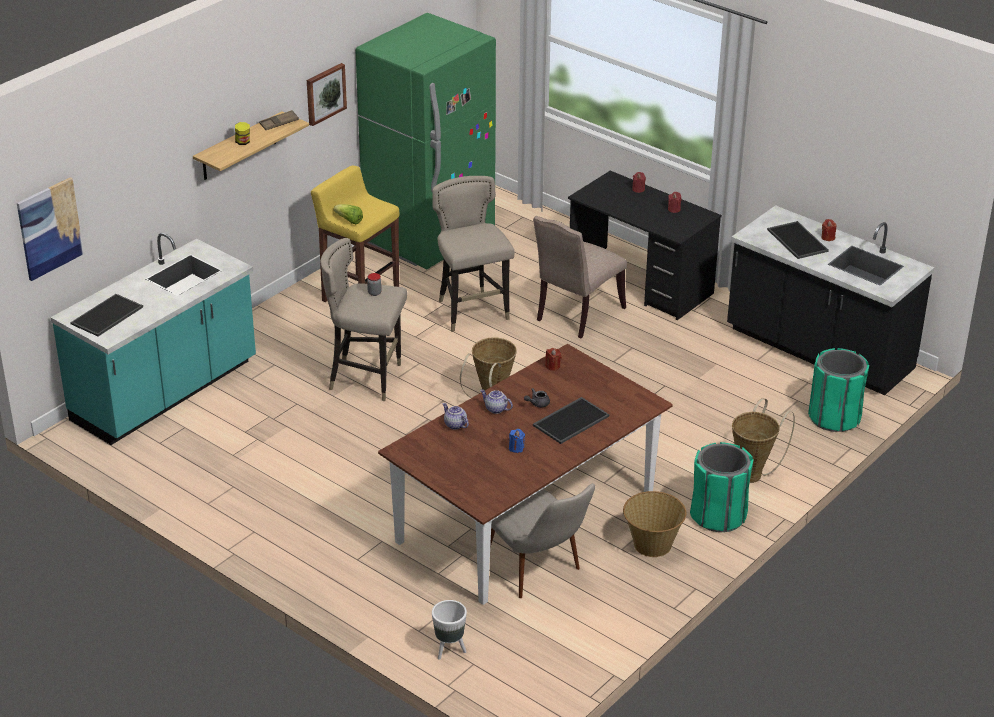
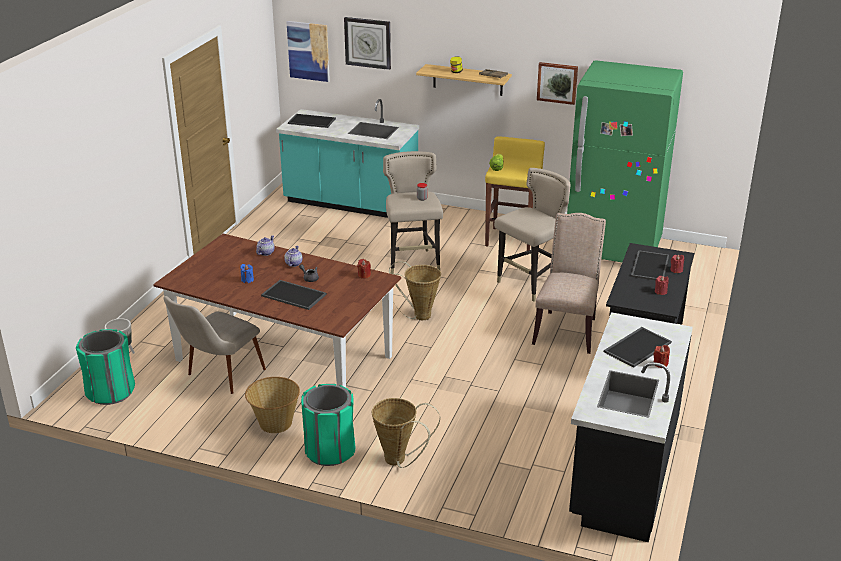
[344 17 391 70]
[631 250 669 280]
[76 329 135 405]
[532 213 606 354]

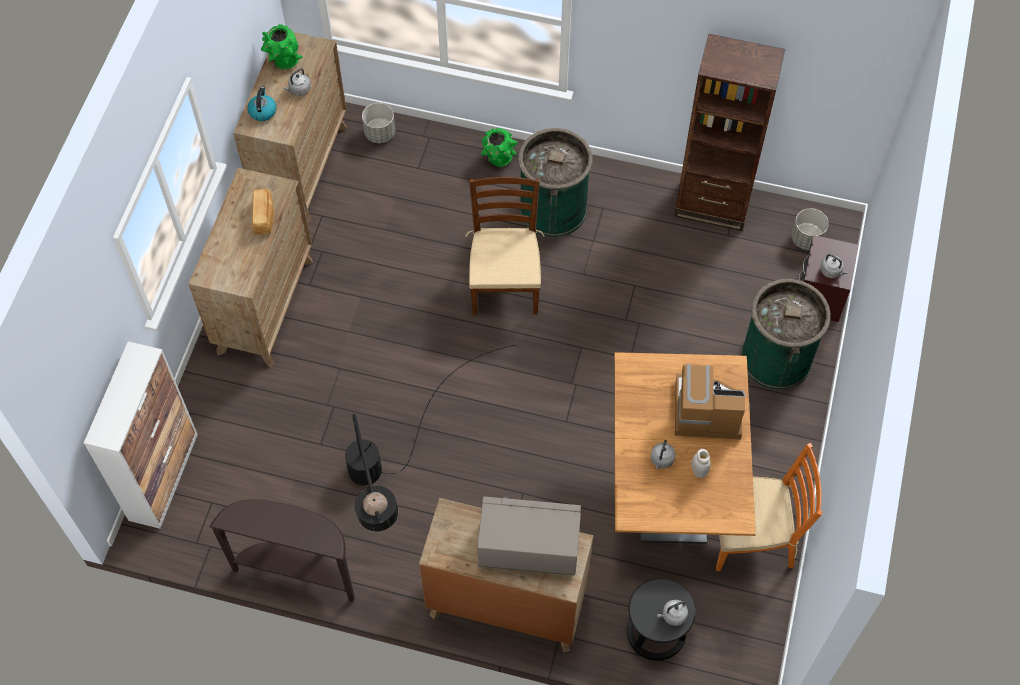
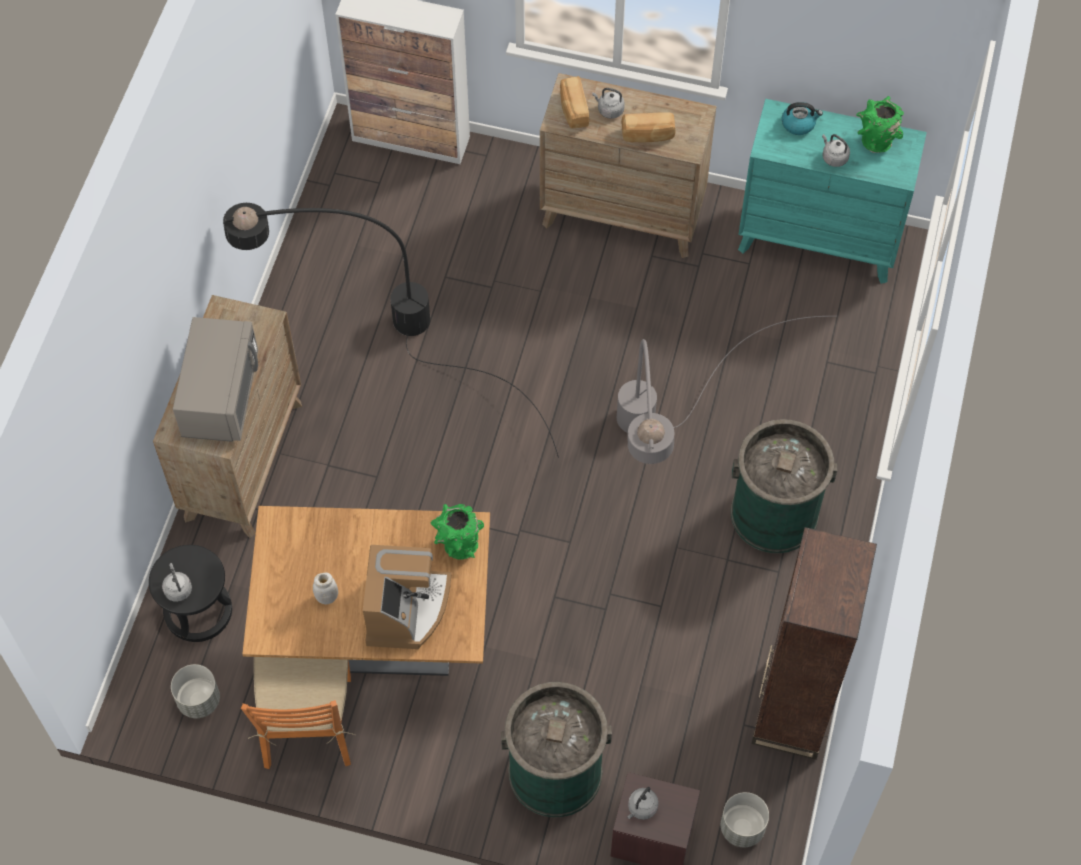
[209 499 355 602] (first image)
[560 76 589 128]
[171 664 220 718]
[431 504 484 560]
[592 88 625 119]
[617 316 837 464]
[738 99 927 284]

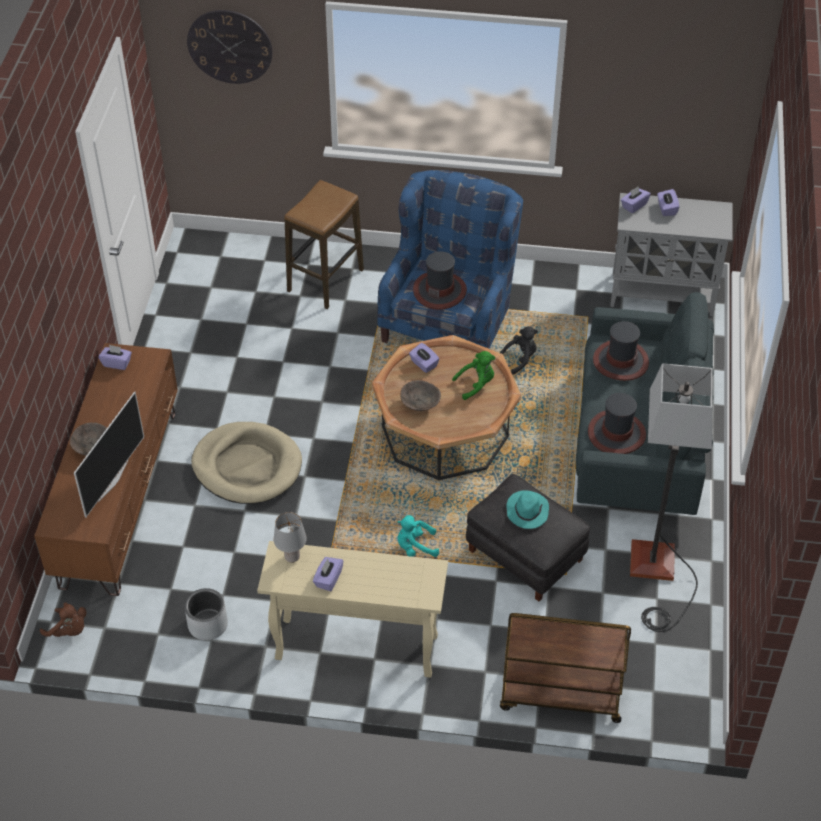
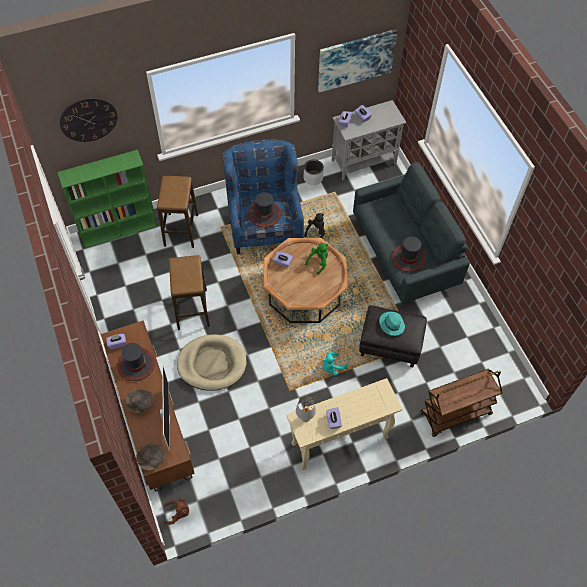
[630 363 713 632] (first image)
[58 150 157 248]
[169 255 210 330]
[318 29 397 93]
[304 159 324 185]
[136 444 165 470]
[117 343 155 381]

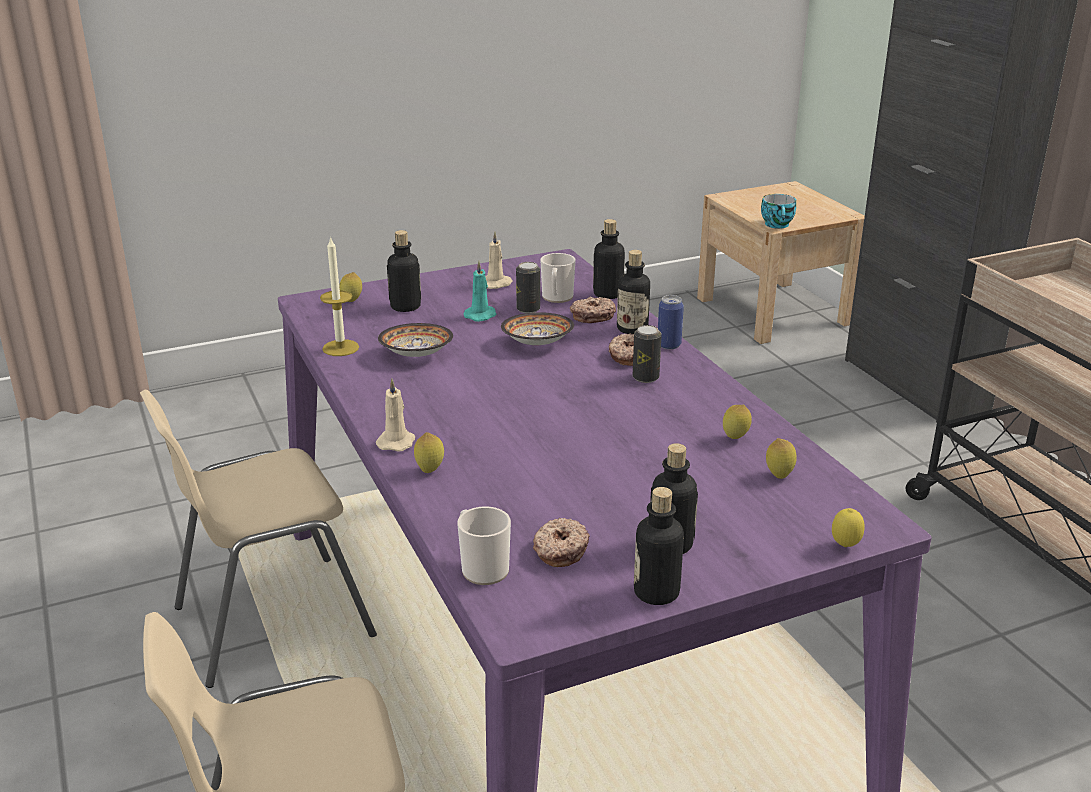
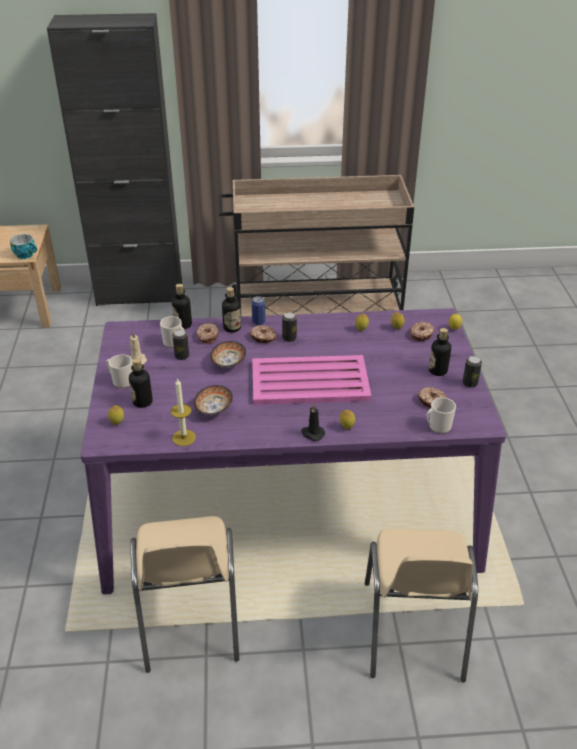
[463 261 496 322] (first image)
[106 354 132 388]
[252 355 371 405]
[410 322 434 341]
[463 356 482 388]
[301 403 325 441]

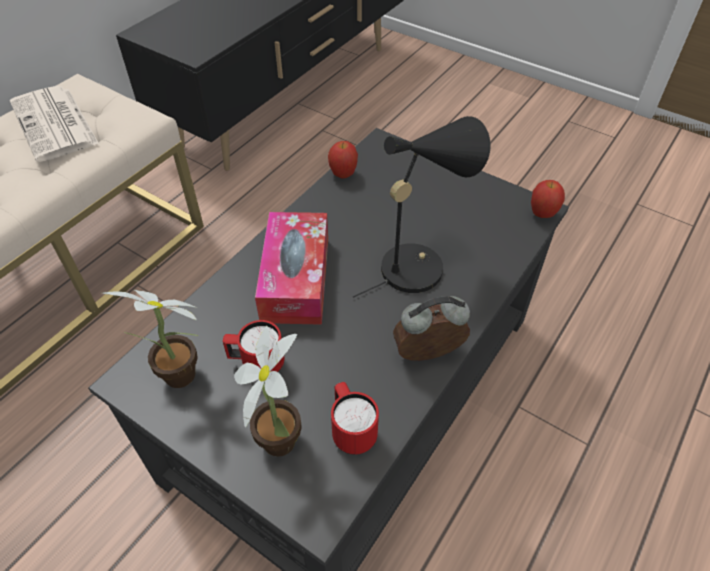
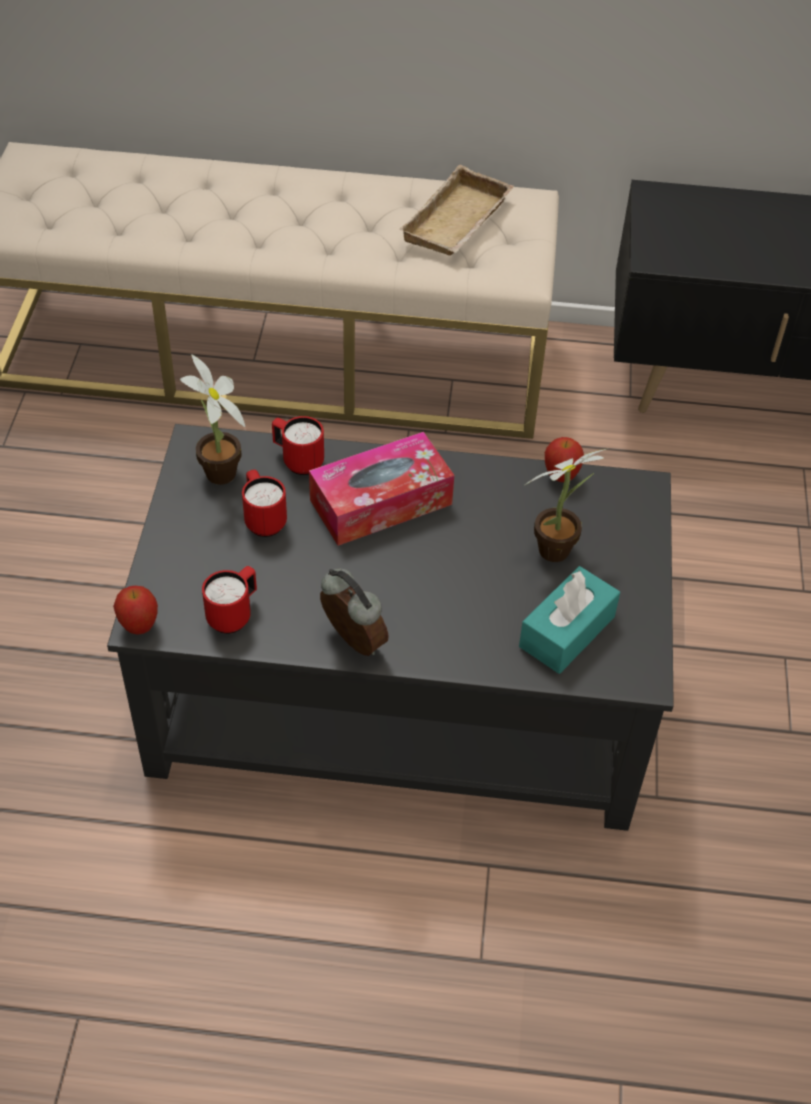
[353 116 490 298] (first image)
[272 416 324 475]
[519 566 620 674]
[525 449 606 562]
[113 586 158 635]
[399 165 514 256]

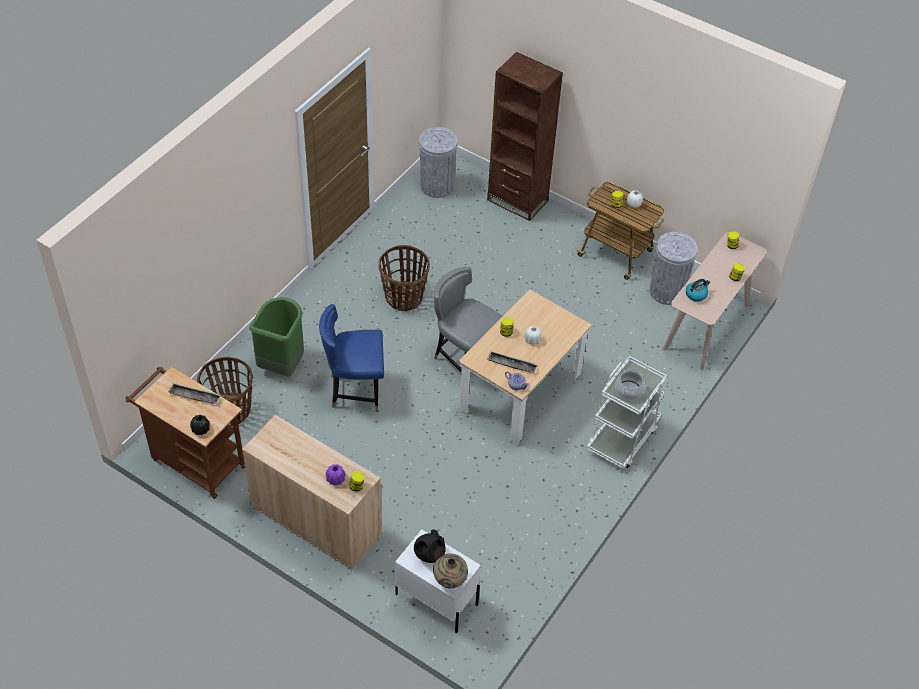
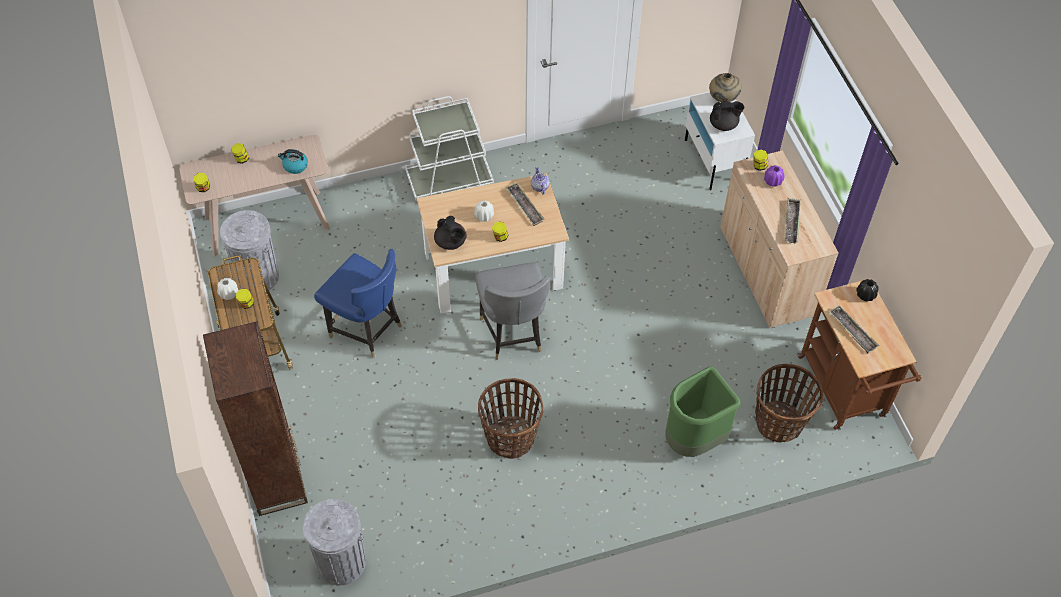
[615 369 645 400] (first image)
[434 216 467 250]
[785 198 801 243]
[314 249 402 358]

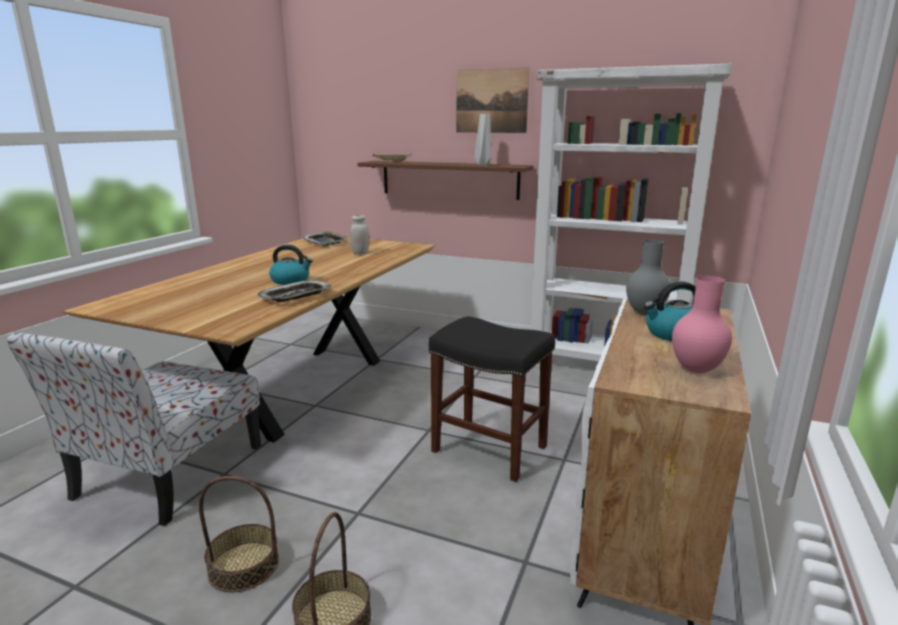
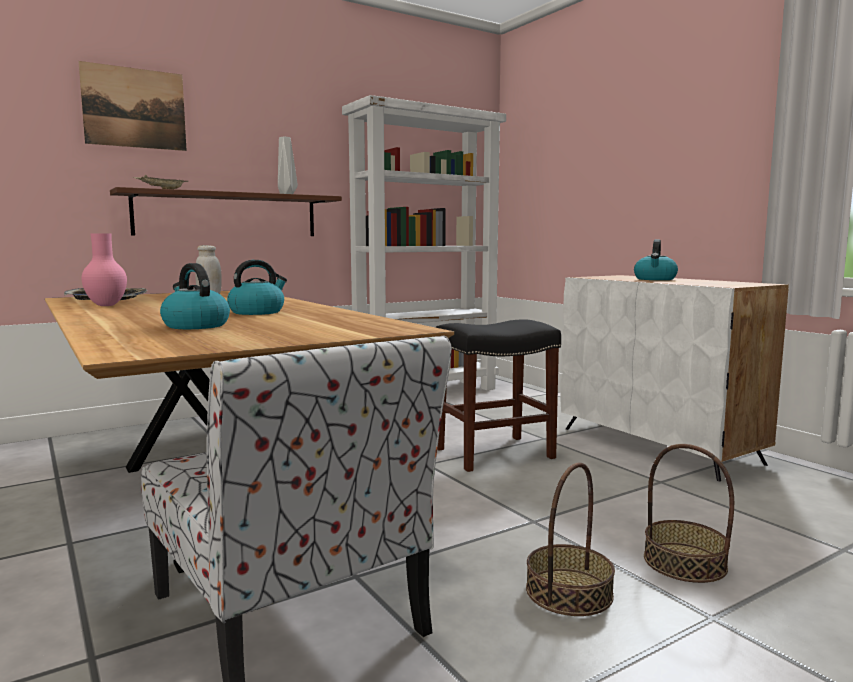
[257 280 332 302] (first image)
[626 240 670 315] (first image)
[160 263 230 329]
[78 61 187 151]
[81 233 127 306]

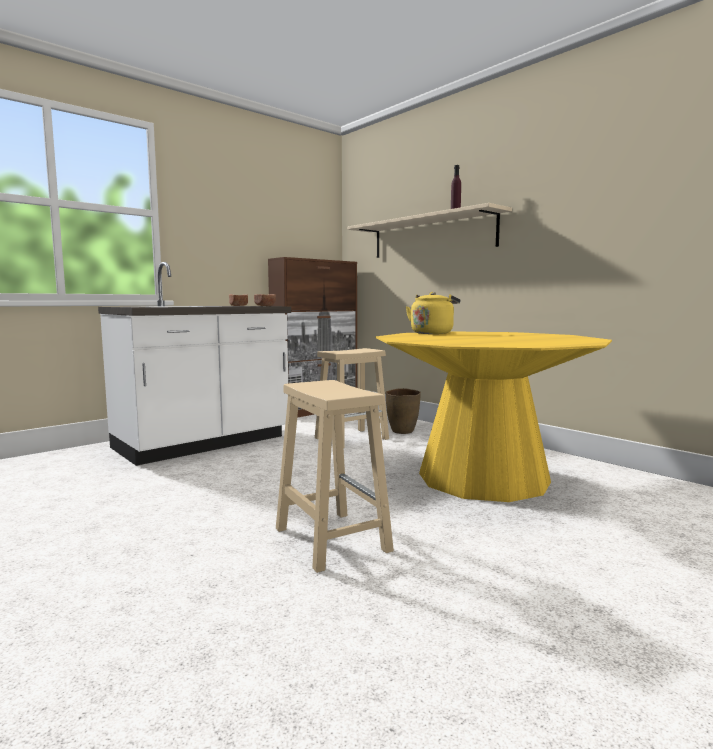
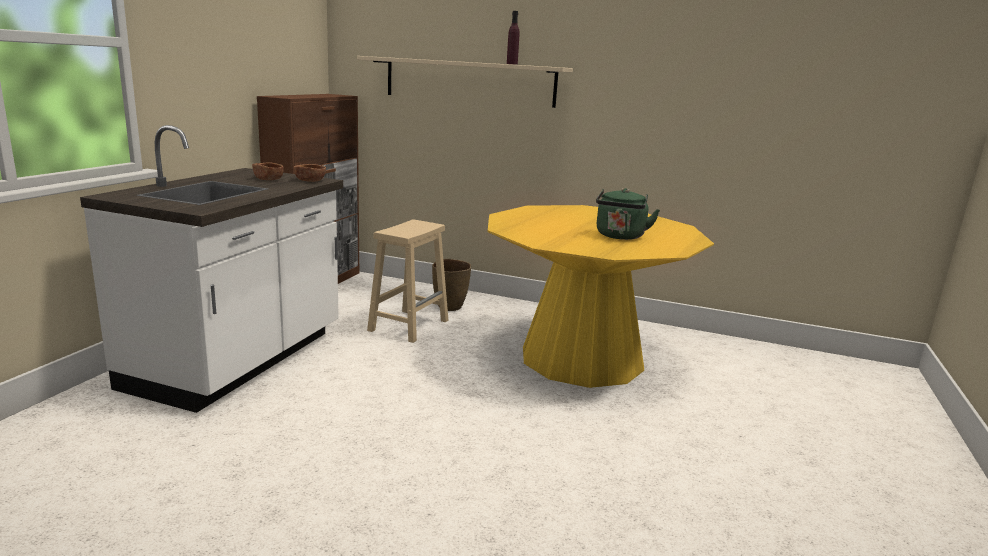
[276 380 394 573] (first image)
[406 292 460 334] (first image)
[596 188 660 240]

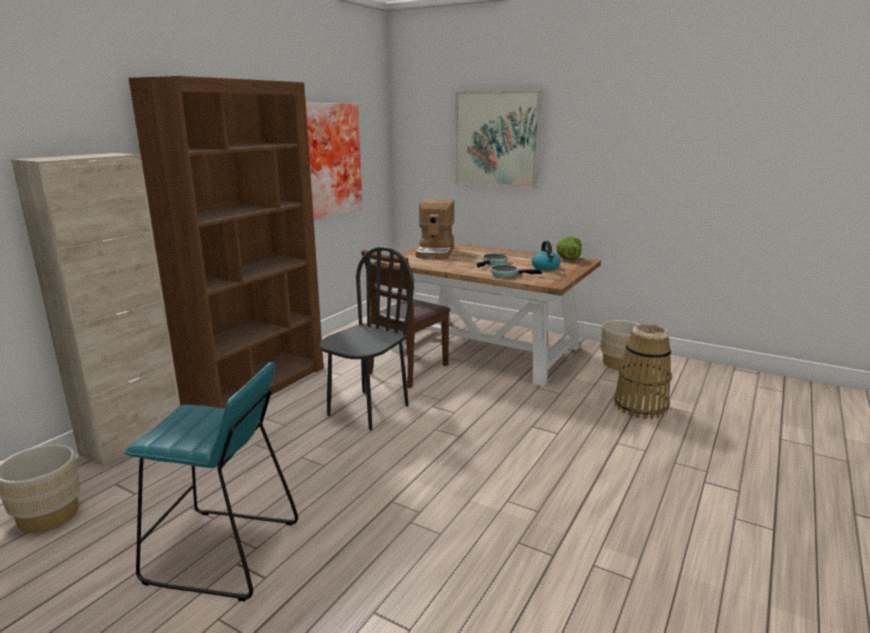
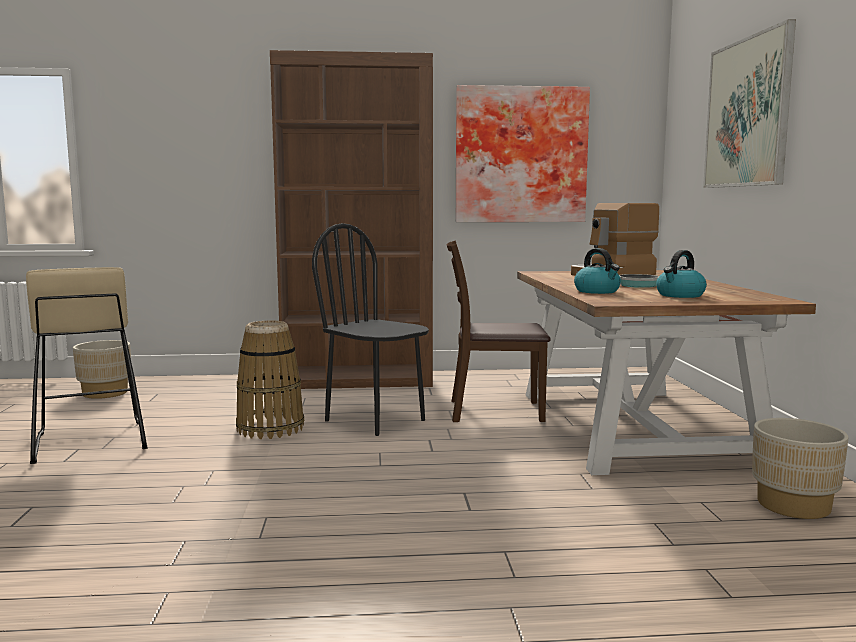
[11 153 180 466] (first image)
[556 236 582 260] (first image)
[236 321 304 439]
[574 248 621 294]
[26 267 147 464]
[312 223 429 436]

